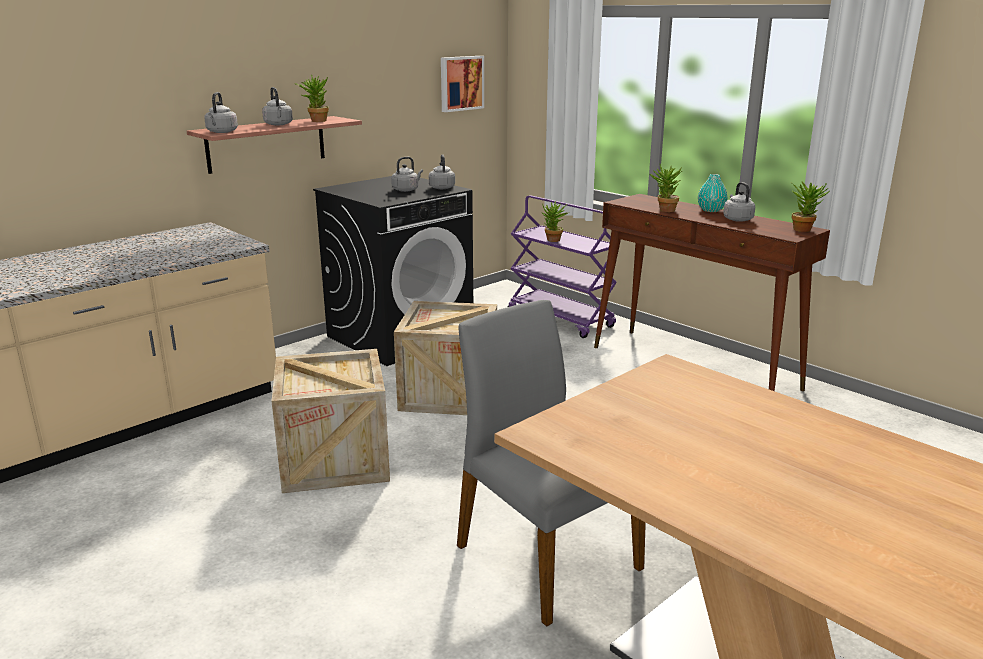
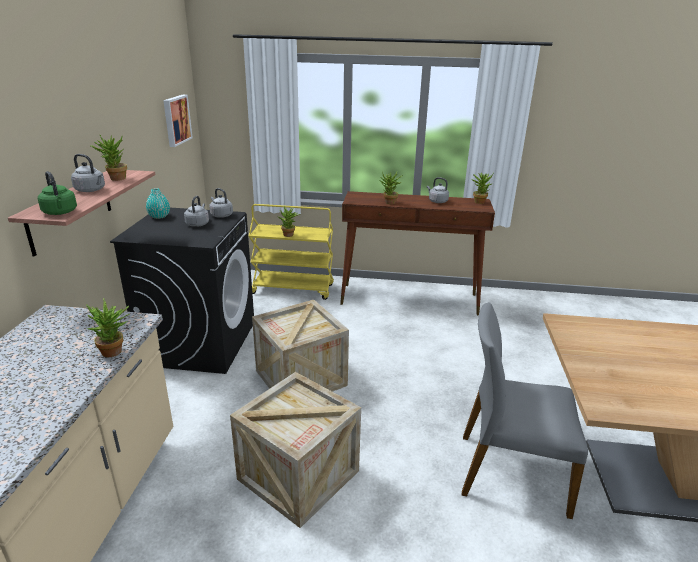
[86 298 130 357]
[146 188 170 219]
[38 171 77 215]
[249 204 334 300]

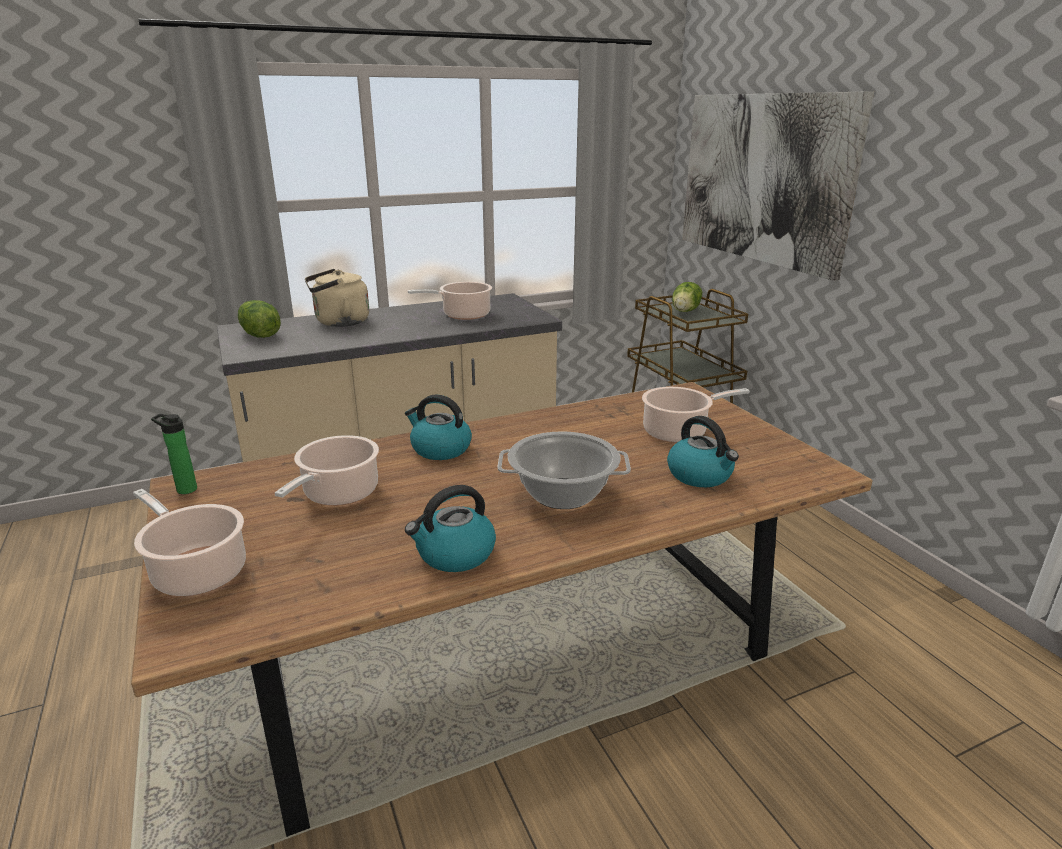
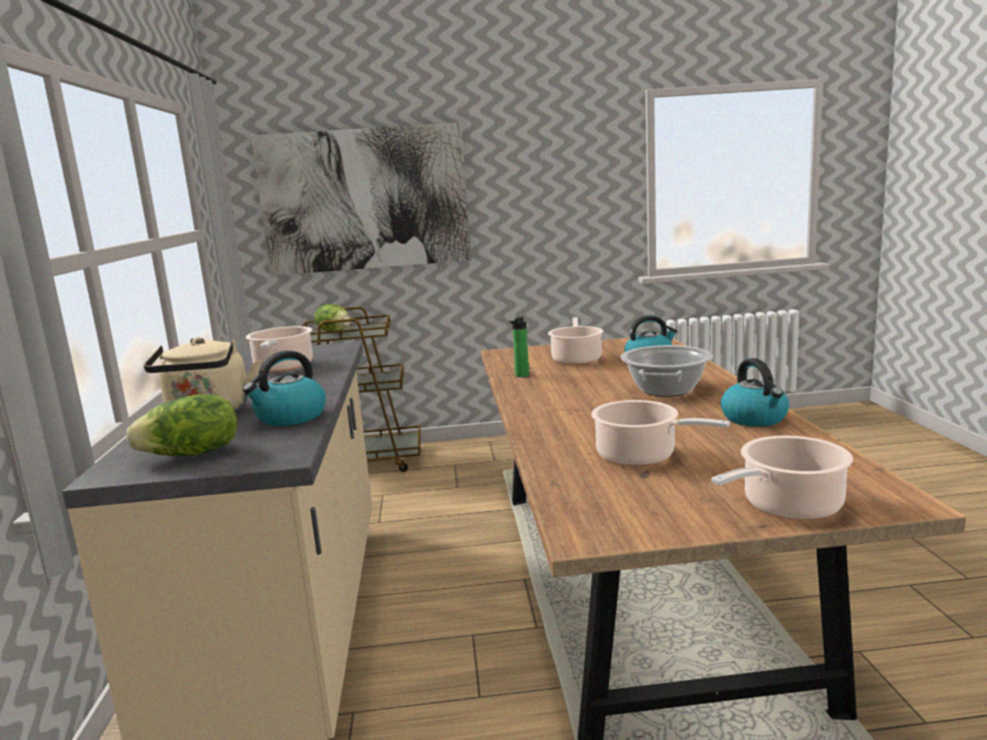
[509 316 529 377]
[243 350 326 426]

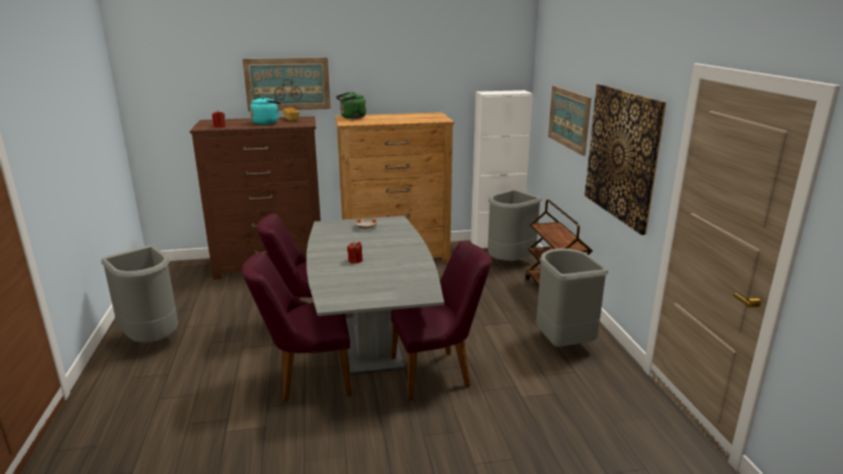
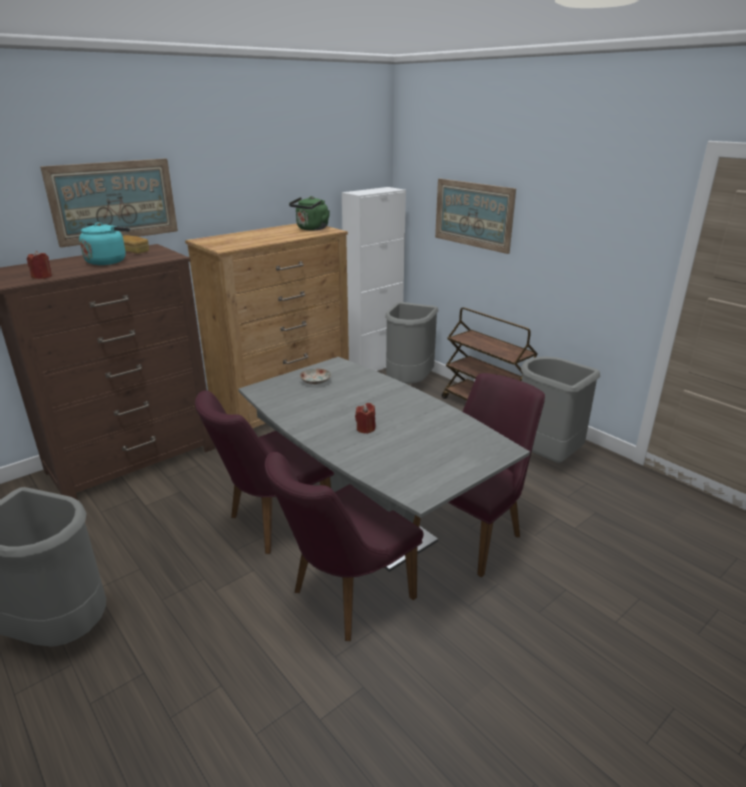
[585 84 666 235] (first image)
[289 196 330 231]

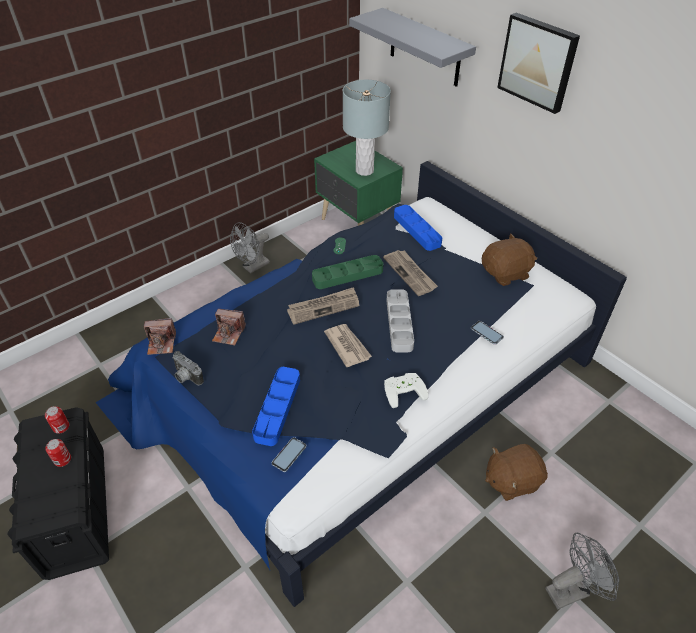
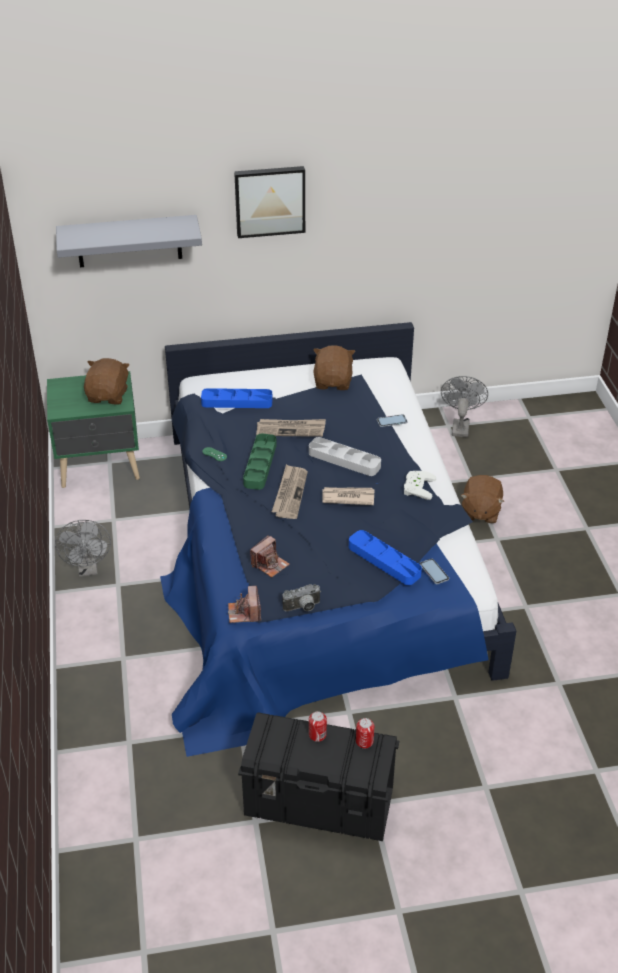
[356 718 374 748]
[441 376 488 437]
[84 358 129 405]
[228 586 261 623]

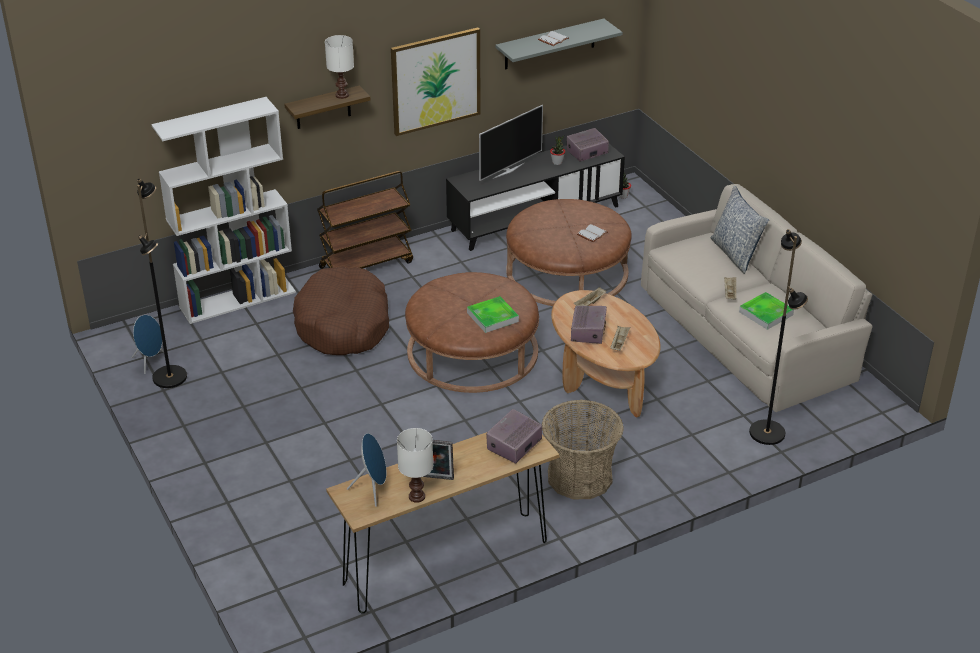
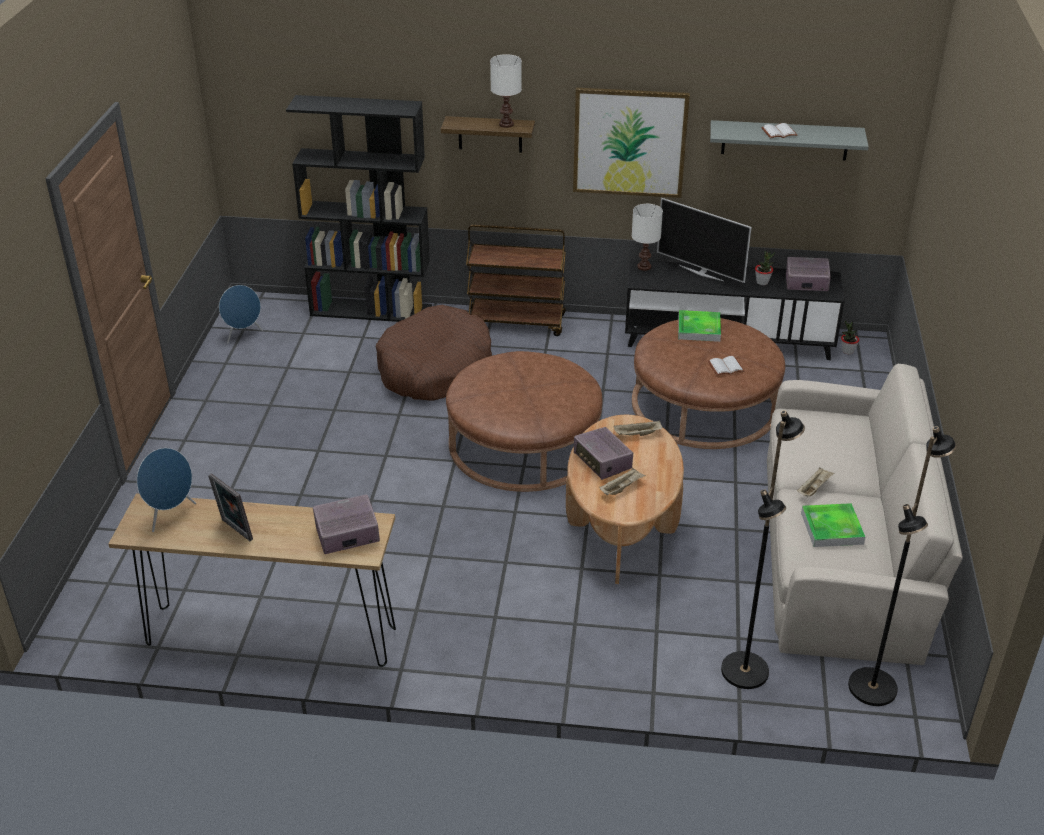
[542 400 624 499] (first image)
[711 186 769 274] (first image)
[848 426 957 706]
[632 204 663 271]
[678 310 721 342]
[286 95 432 322]
[657 198 752 283]
[574 427 633 480]

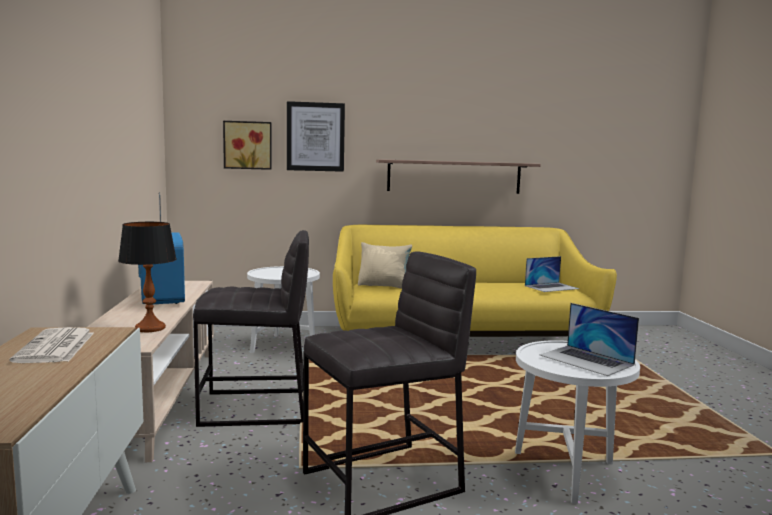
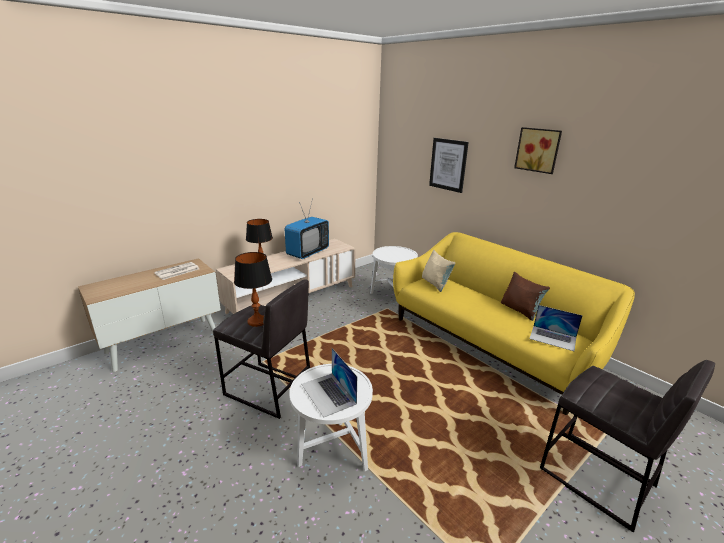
[376 159 541 194] (first image)
[234 252 272 327]
[501 272 550 321]
[540 360 715 533]
[514 127 562 174]
[301 348 357 418]

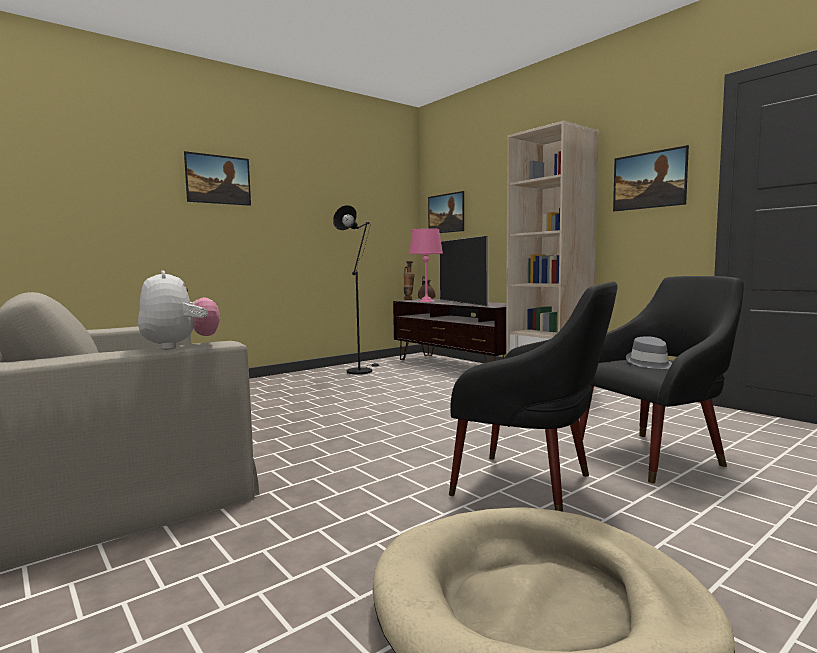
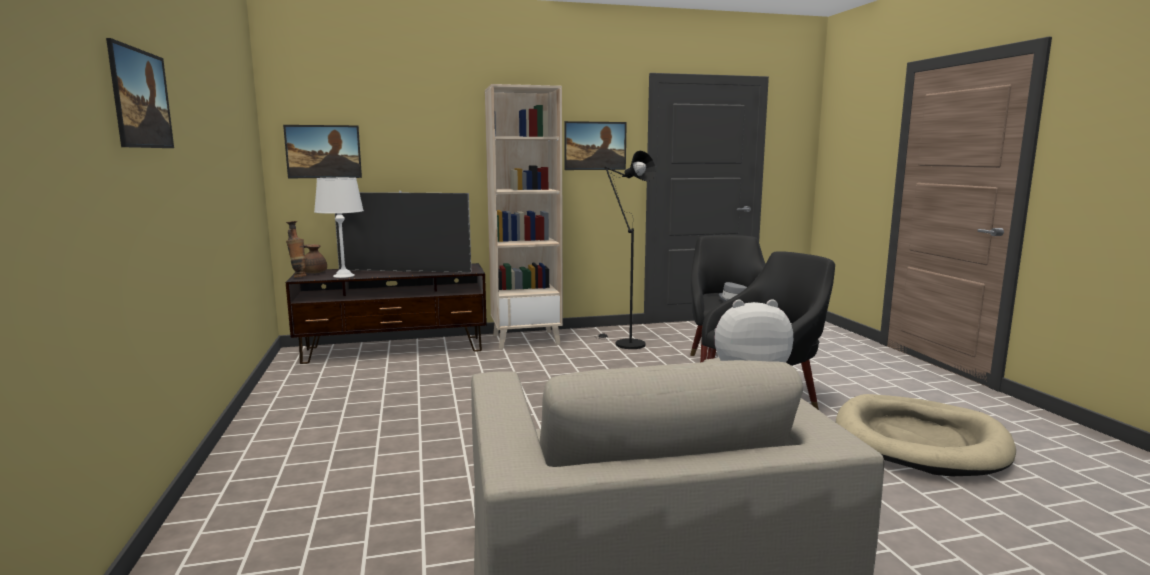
[597 151 656 349]
[314 177 364 278]

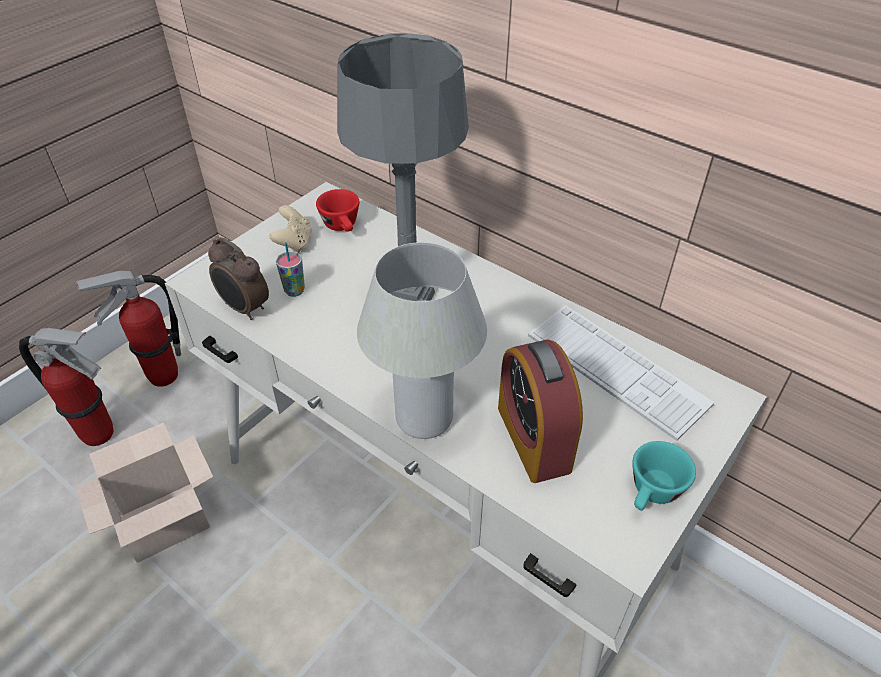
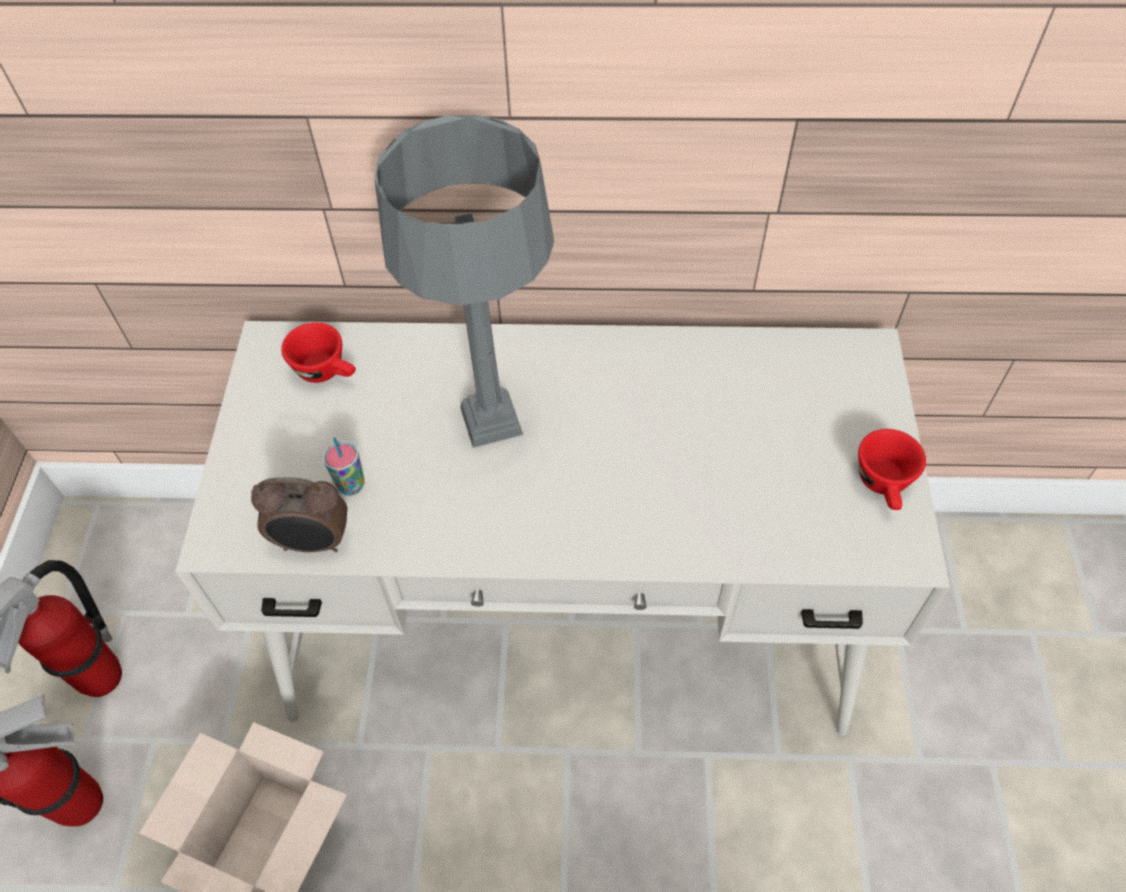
[270 205 312 253] (first image)
[357 242 487 439] (first image)
[498 340 583 483] (first image)
[528 305 715 441] (first image)
[858 429 926 510]

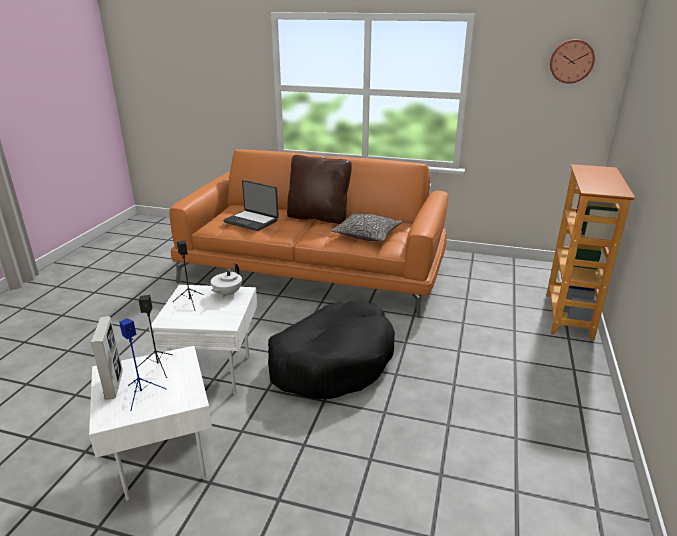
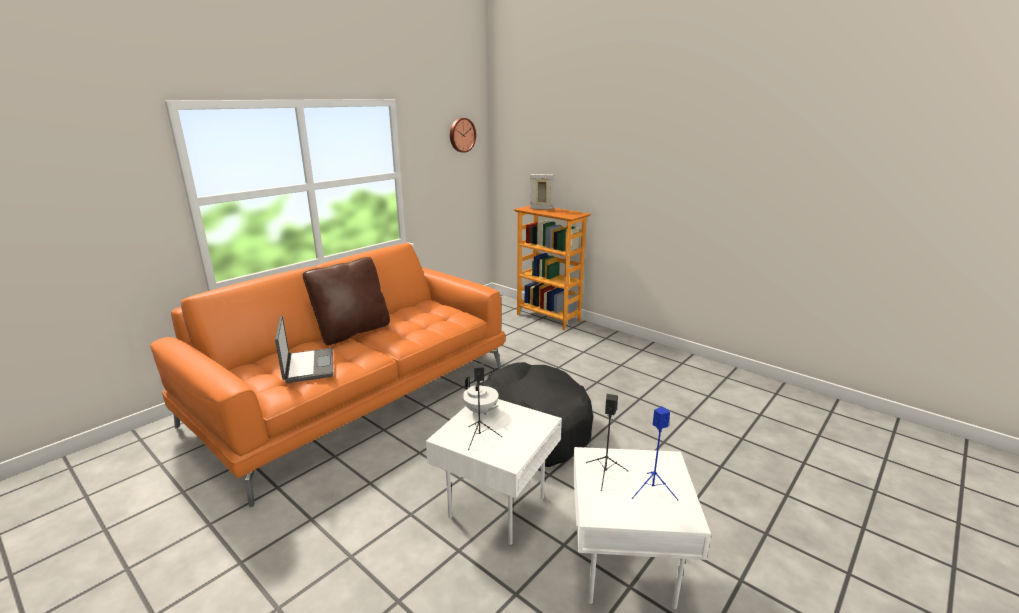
[331 213 403 242] (first image)
[530 174 554 210]
[275 316 333 383]

